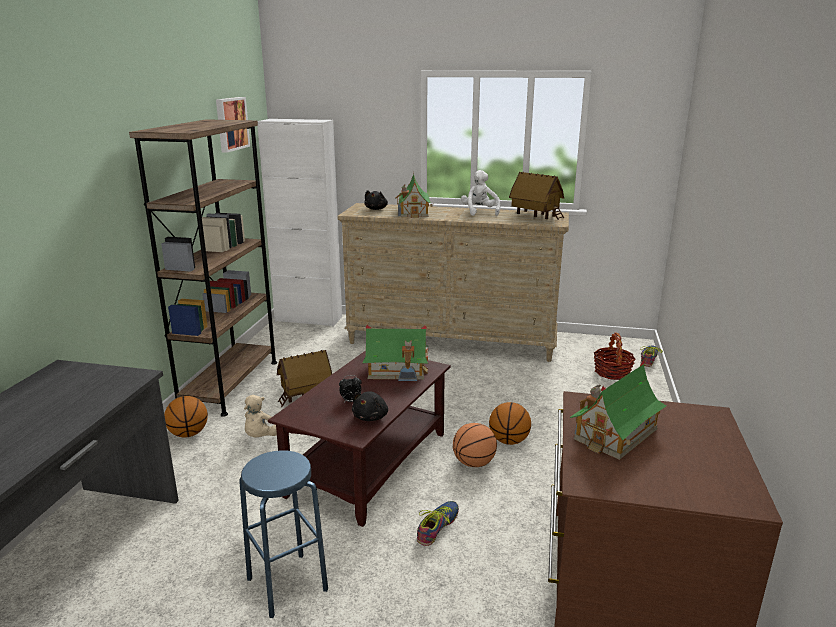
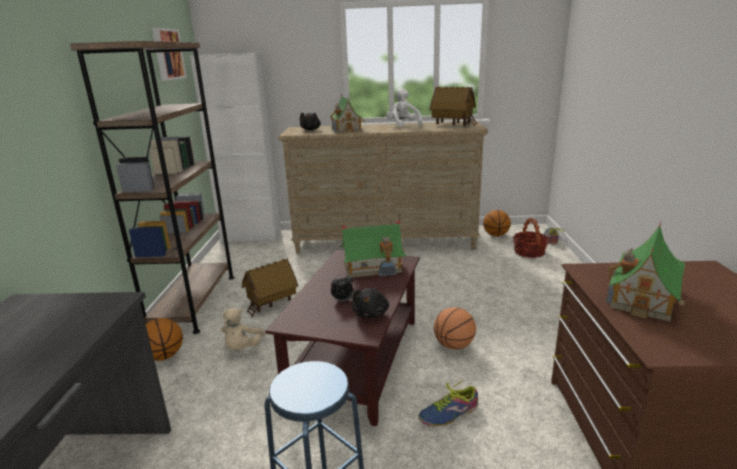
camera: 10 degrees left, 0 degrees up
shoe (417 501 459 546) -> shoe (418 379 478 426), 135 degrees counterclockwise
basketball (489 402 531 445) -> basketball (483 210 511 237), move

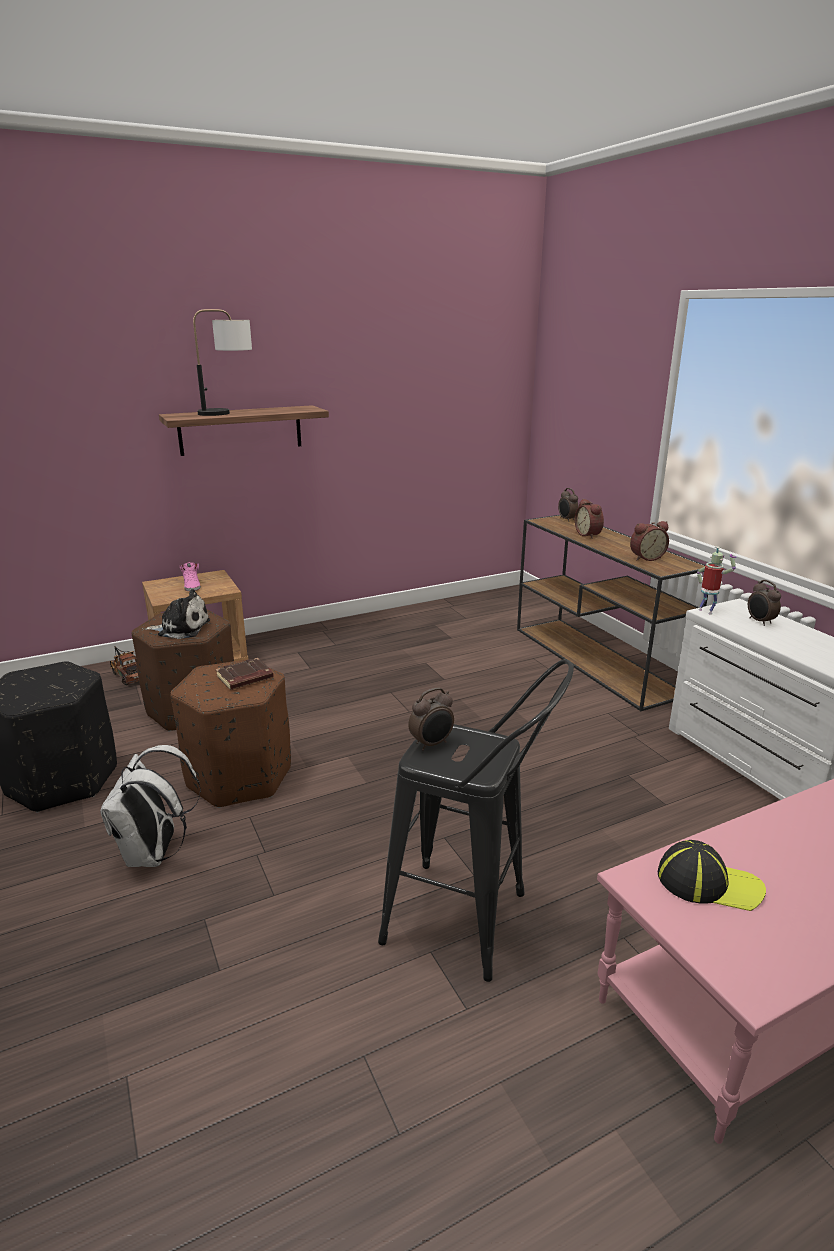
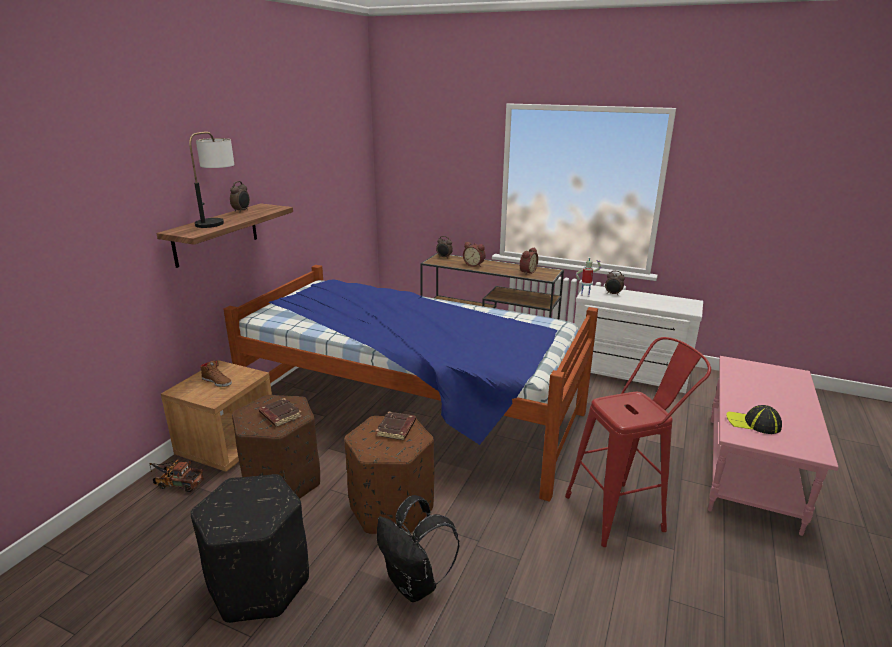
camera: 40 degrees left, 0 degrees up
backpack (white) (100 745 201 867) -> backpack (black) (377 495 459 602)
plush toy (145 589 210 639) -> book (brown) (259 398 302 427)
shoe (pink) (180 562 201 591) -> shoe (brown) (200 360 232 387)
stool (black) (378 659 574 982) -> stool (red) (565 337 711 547)
alarm clock (409 687 454 751) -> alarm clock (230 181 250 213), move
cap (658 840 766 911) -> cap (726 405 782 434), 135 degrees counterclockwise
none -> bed (223 265 598 502)

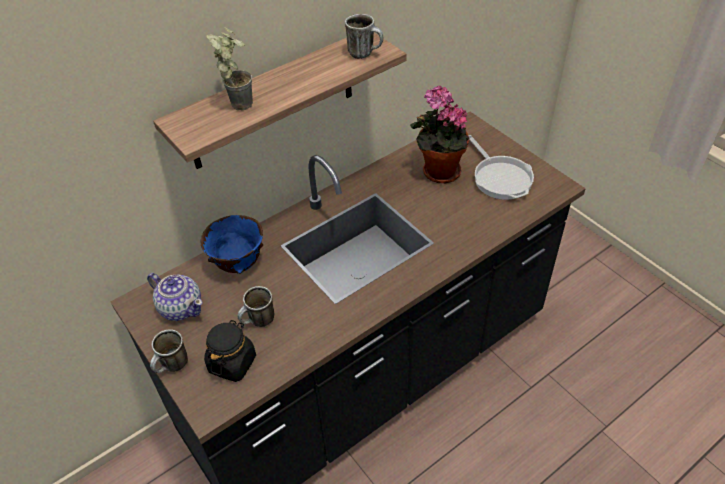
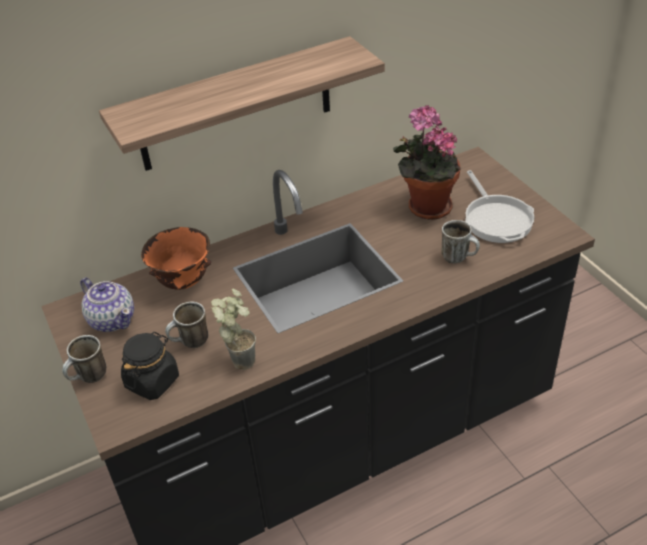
camera: 10 degrees right, 5 degrees down
bowl (blue) (201 215 263 274) -> bowl (orange) (141 227 211 290)
potted plant (206 27 253 110) -> potted plant (211 289 256 370), move
mug (345 14 383 59) -> mug (442 220 480 263), move

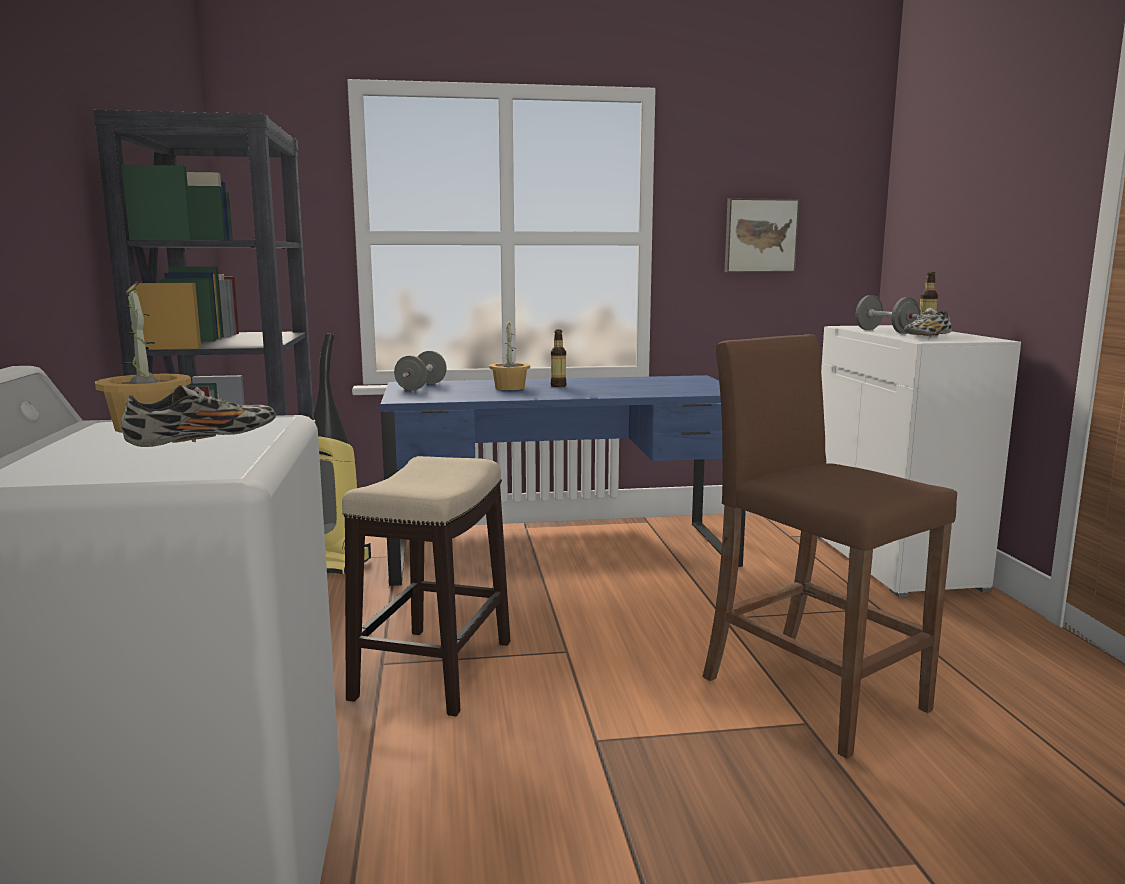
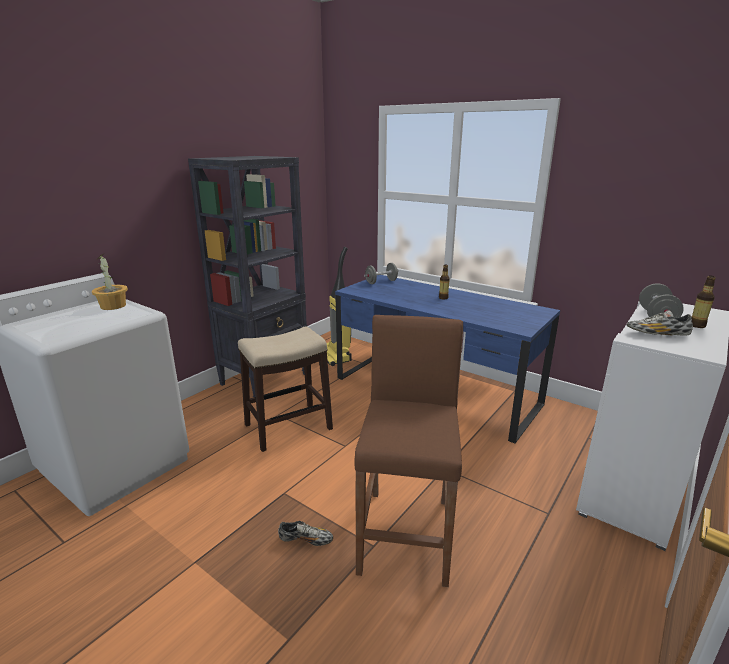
camera: 45 degrees right, 10 degrees up
shoe (121 385 276 447) -> shoe (278 521 333 546), move
potted plant (489 319 530 390) -> none
picture (725 198 800 273) -> none

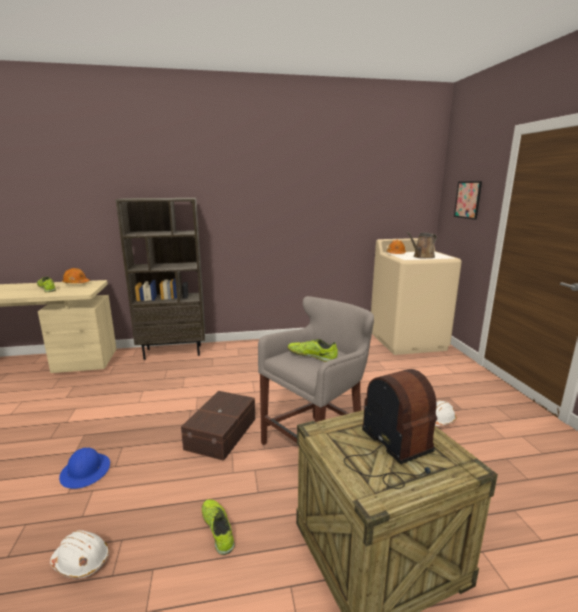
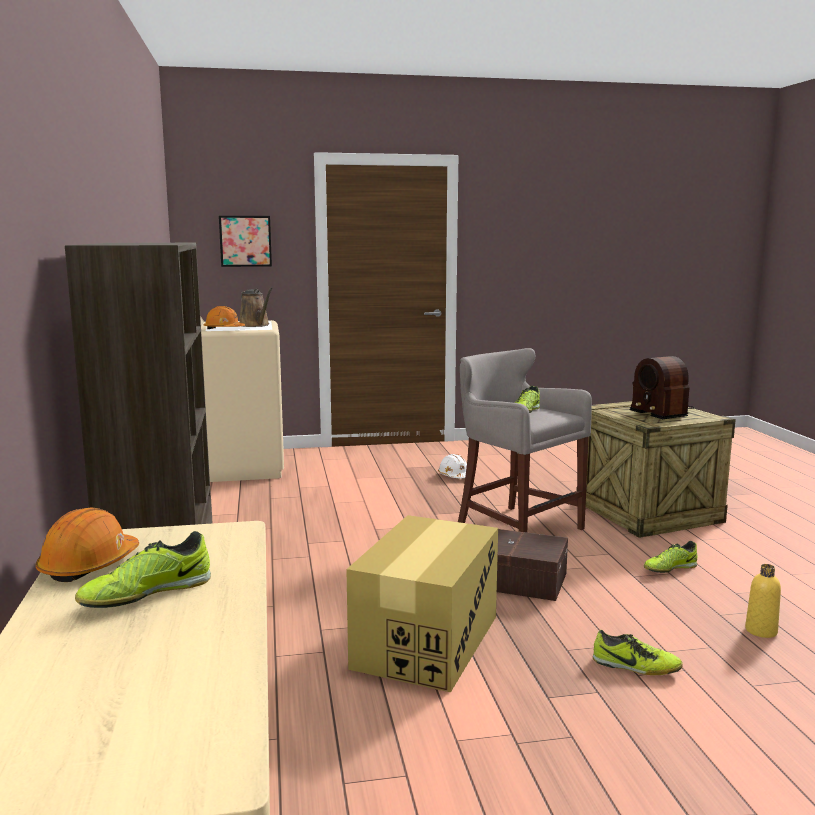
camera: 90 degrees left, 5 degrees down
hard hat (white) (50 530 109 579) -> bottle (yellow) (745 564 781 638)
hard hat (blue) (59 447 110 489) -> shoe (593 630 683 675)
radio (344 369 437 489) -> radio (630 356 695 419), 90 degrees counterclockwise
none -> cardboard box (346 515 498 692)

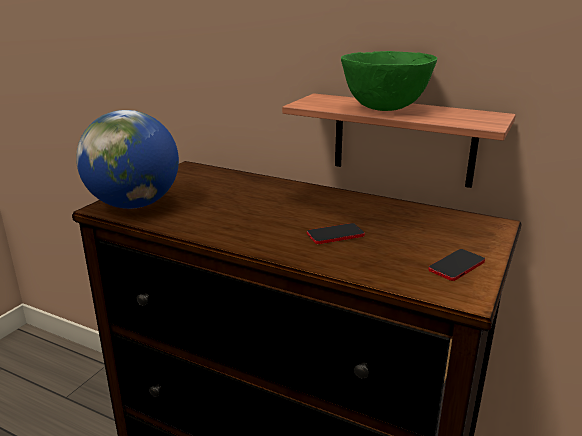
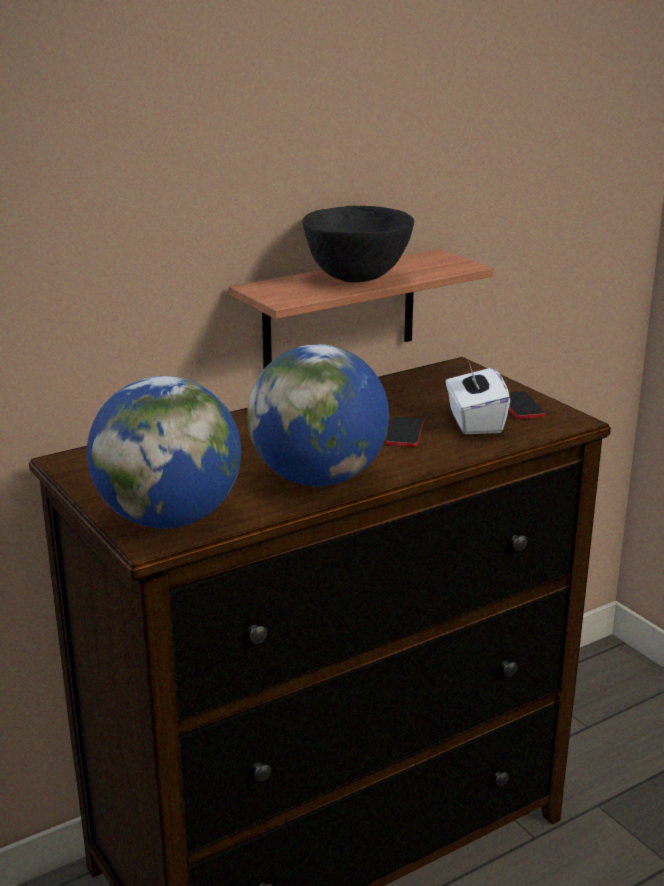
camera: 60 degrees left, 0 degrees up
bowl (green) (341 51 437 111) -> bowl (black) (302 206 414 283)
none -> globe (247 344 389 486)
none -> tissue box (white) (446 358 510 434)

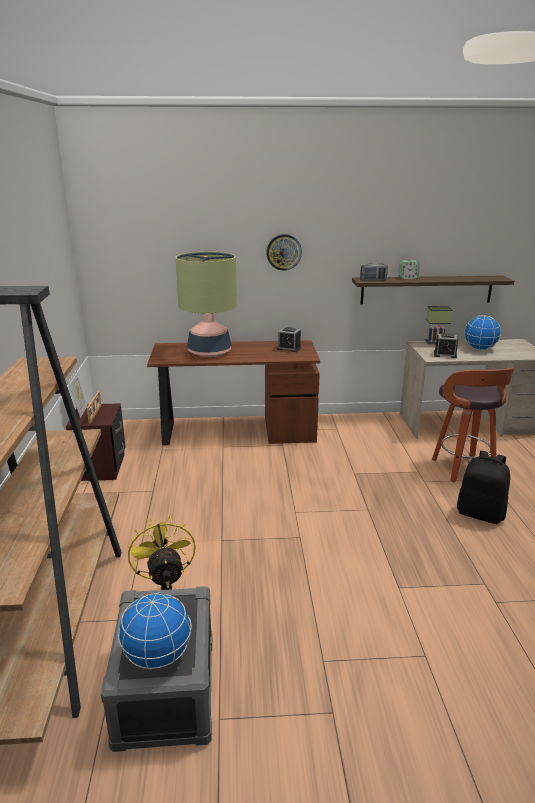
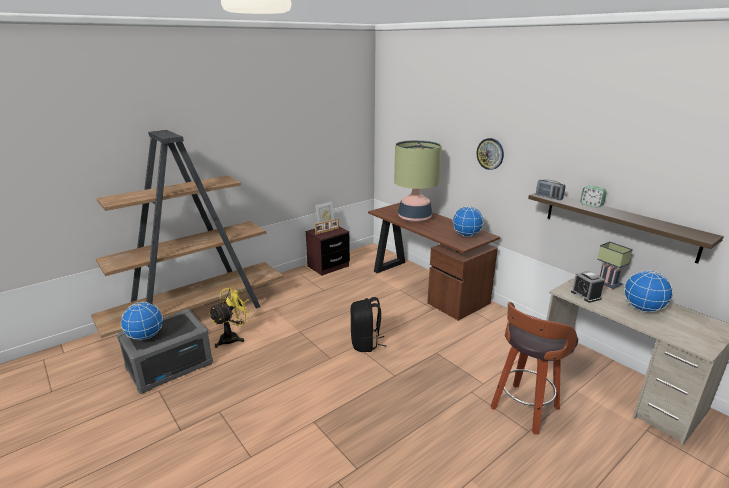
camera: 55 degrees right, 0 degrees up
alarm clock (277 327 301 352) -> globe (452 206 484 237)
backpack (black) (457 451 510 524) -> backpack (black) (351 297 387 352), move

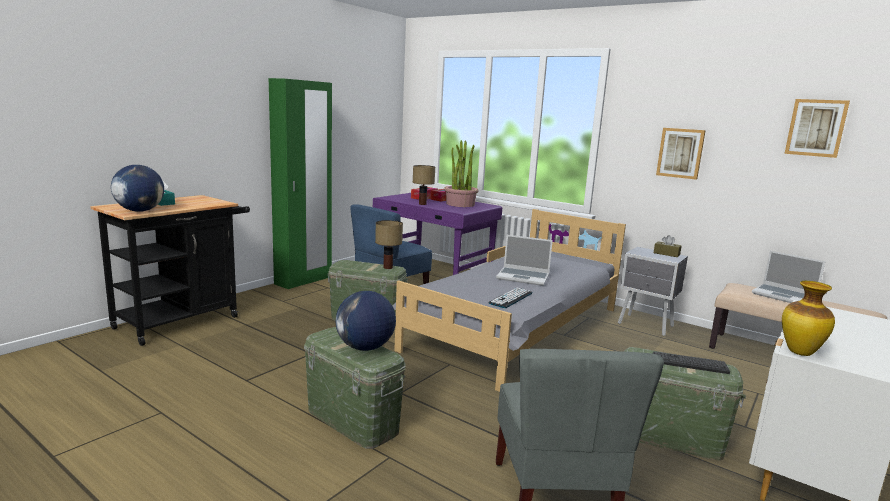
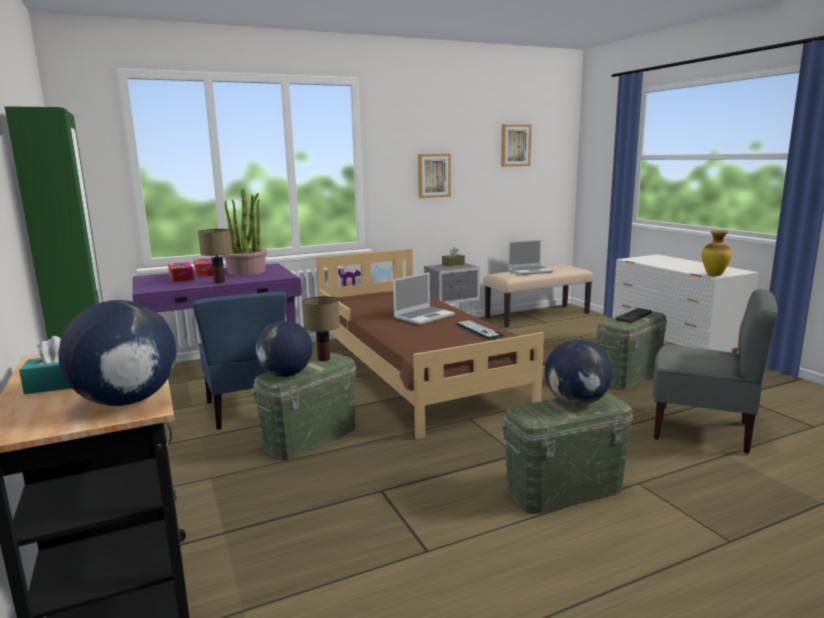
camera: 60 degrees left, 0 degrees up
bed (grey) (392 209 626 392) -> bed (brown) (316 248 547 439)
none -> globe (255 320 313 377)

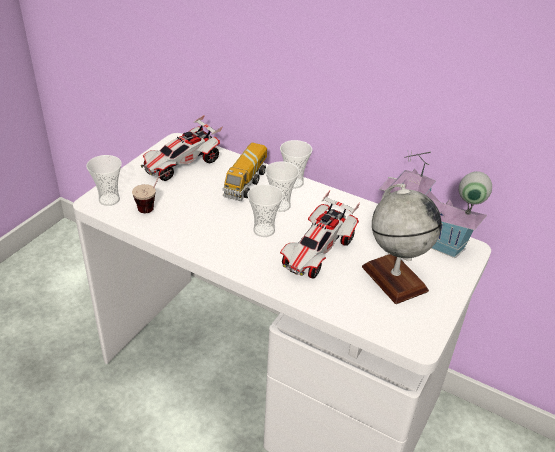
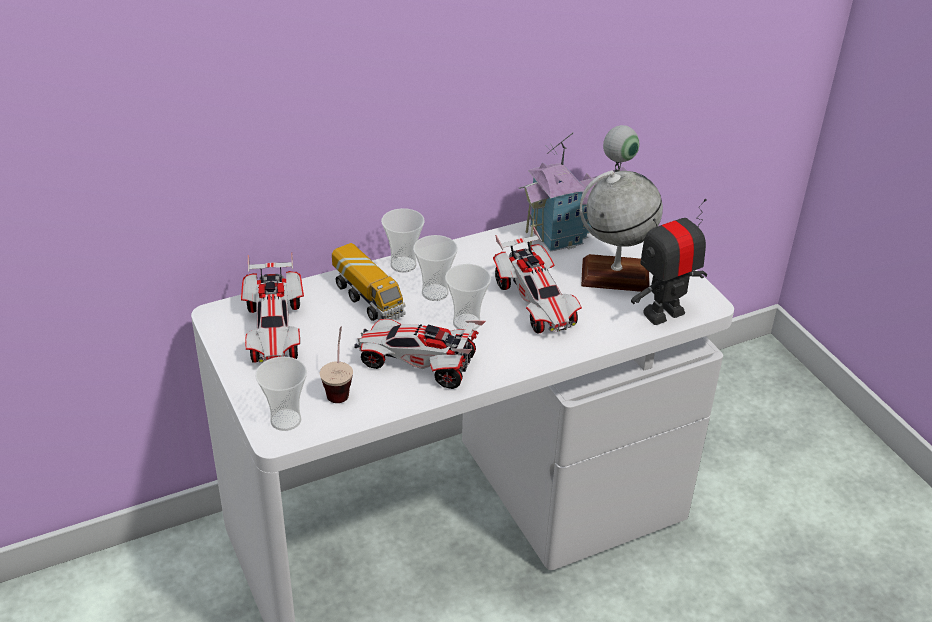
camera: 55 degrees left, 0 degrees up
none -> toy car (354 319 486 389)
none -> toy robot (631 199 707 325)

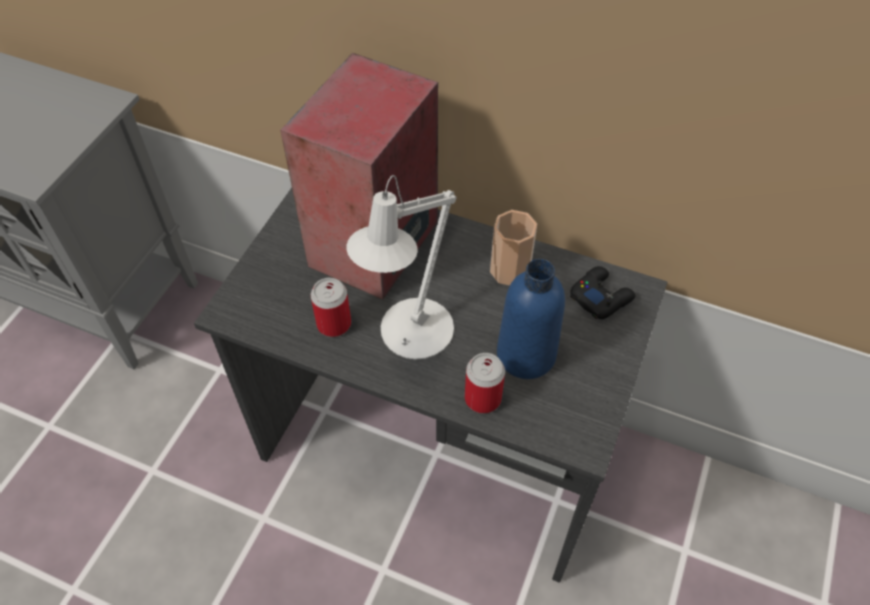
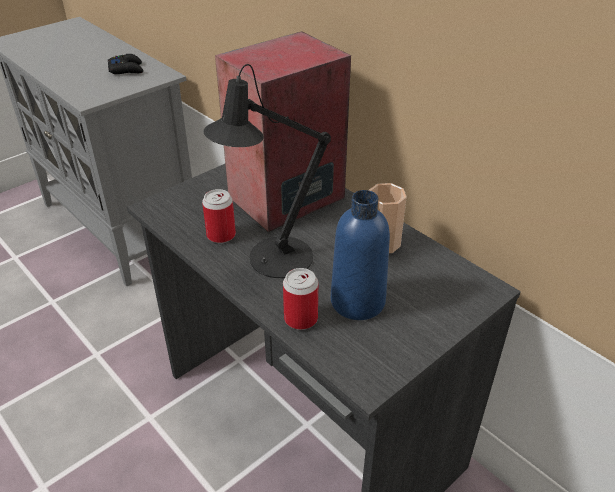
camera: 25 degrees right, 15 degrees down
table lamp (white) (346 175 457 360) -> table lamp (black) (203 64 331 278)
game controller (black) (570 266 636 319) -> game controller (black) (108 54 143 74), move

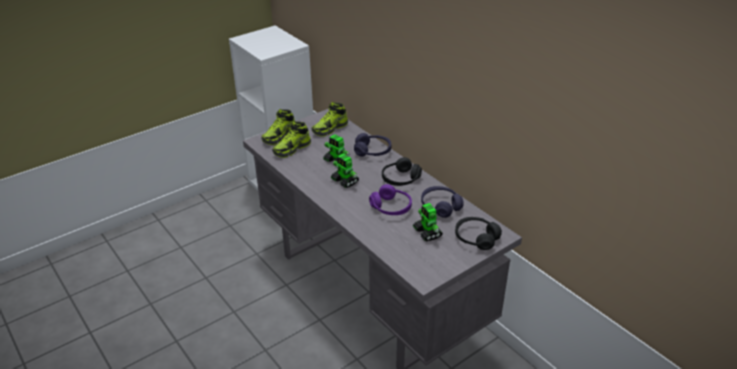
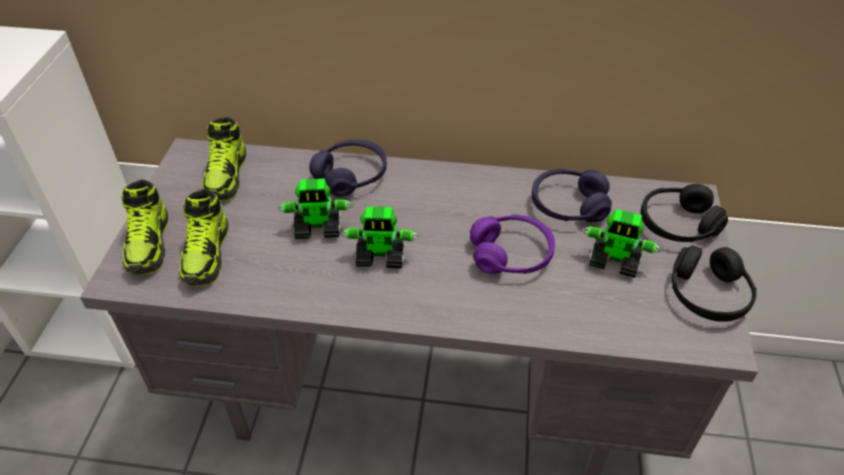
camera: 45 degrees left, 10 degrees up
headphones (black) (382 157 422 186) -> headphones (black) (672 245 757 322), move

